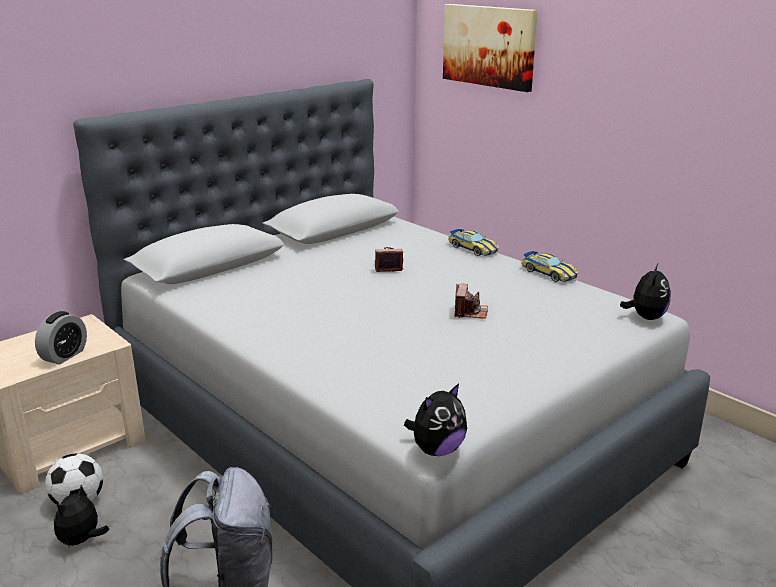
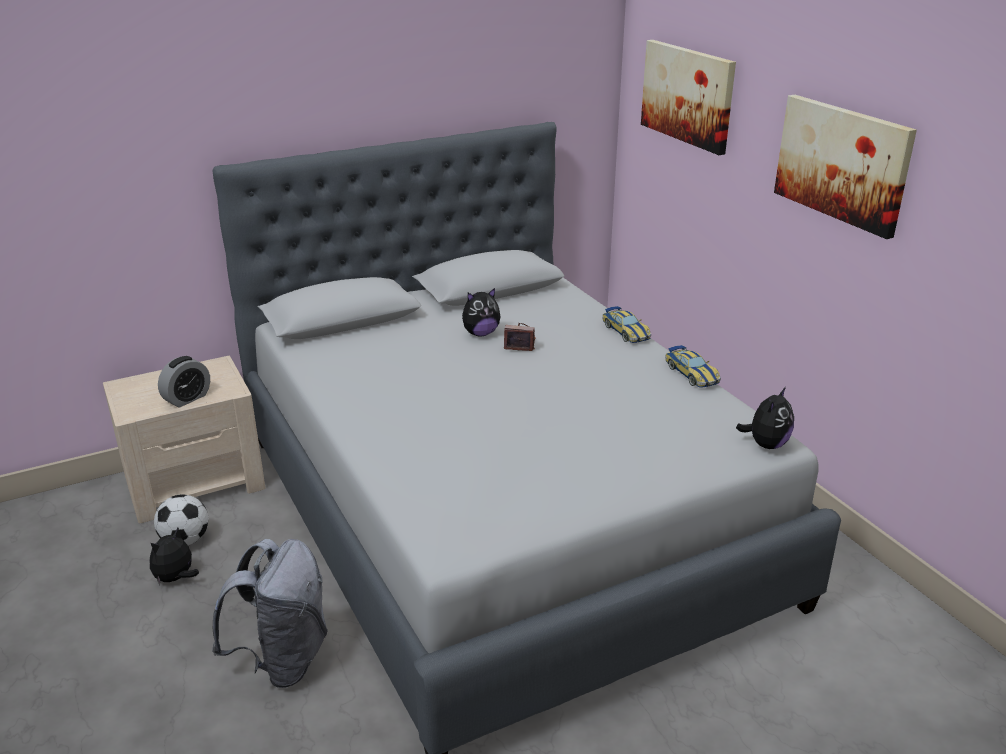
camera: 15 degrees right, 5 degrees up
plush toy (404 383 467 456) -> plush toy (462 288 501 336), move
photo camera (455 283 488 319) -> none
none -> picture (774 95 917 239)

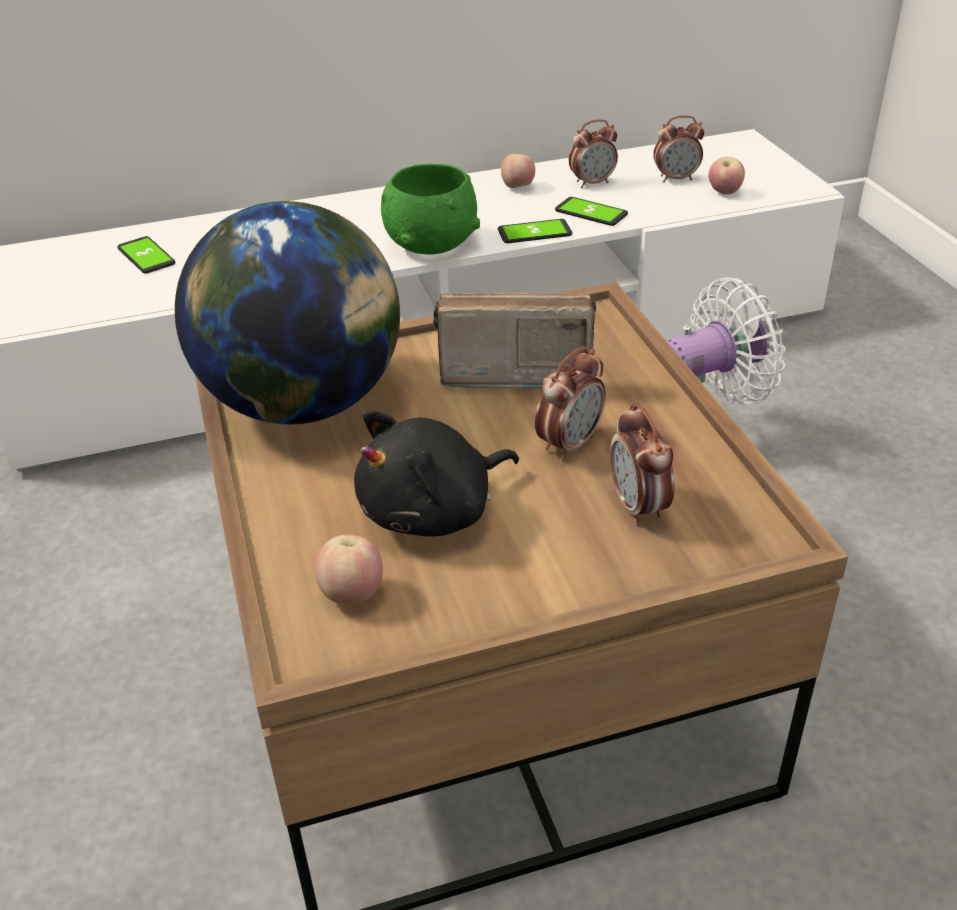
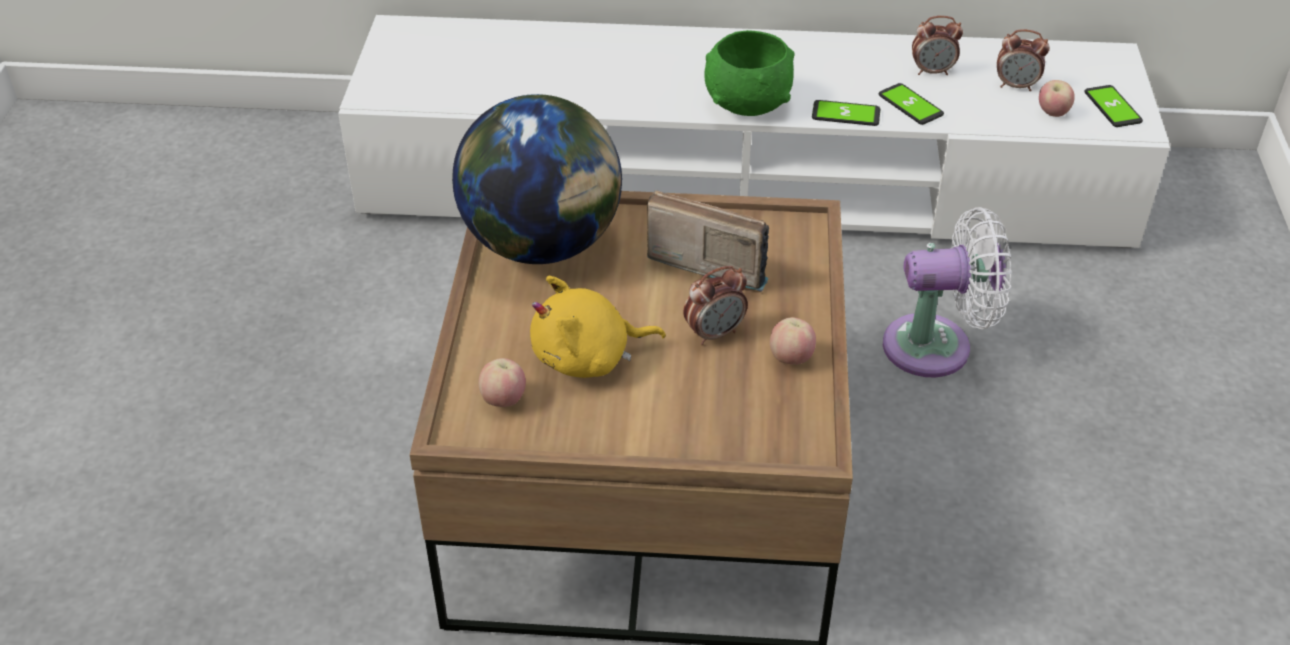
camera: 20 degrees right, 5 degrees up
phone (117 236 175 274) -> phone (1084 85 1143 127), move
plush toy (black) (354 410 519 536) -> plush toy (yellow) (530 276 666 378)
apple (501 154 535 188) -> apple (770 317 816 365), move
alarm clock (609 403 675 526) -> none

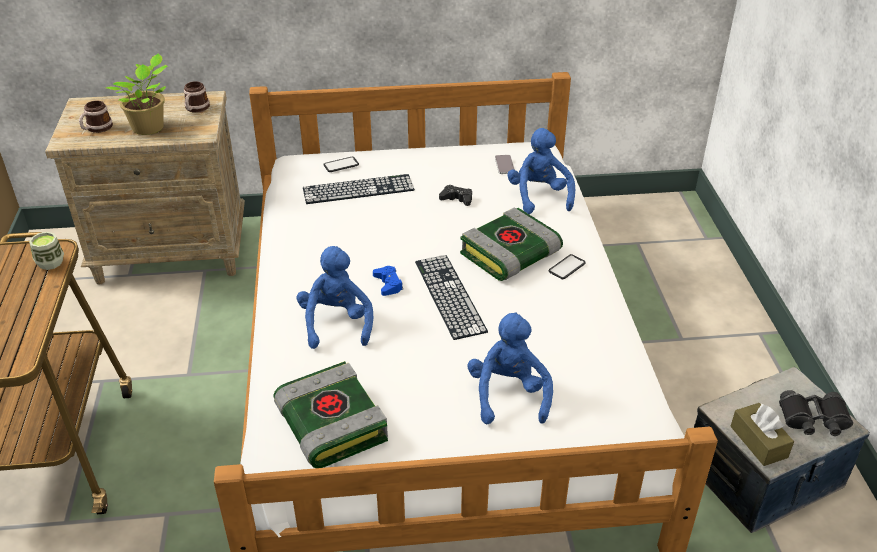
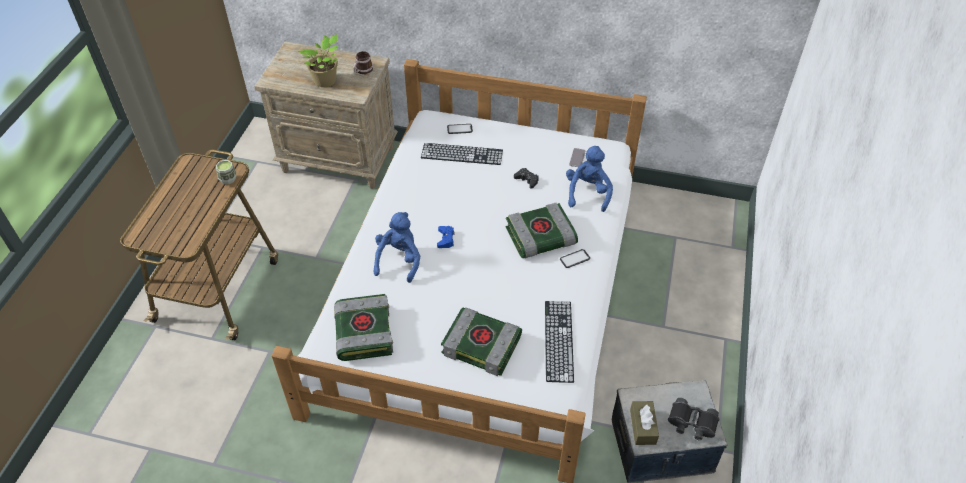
camera: 20 degrees right, 10 degrees up
mug (79 100 113 133) -> none
keyboard (415 255 488 340) -> keyboard (545 301 574 383), move
plush toy (blue) (467 312 553 424) -> book (441 307 522 376)

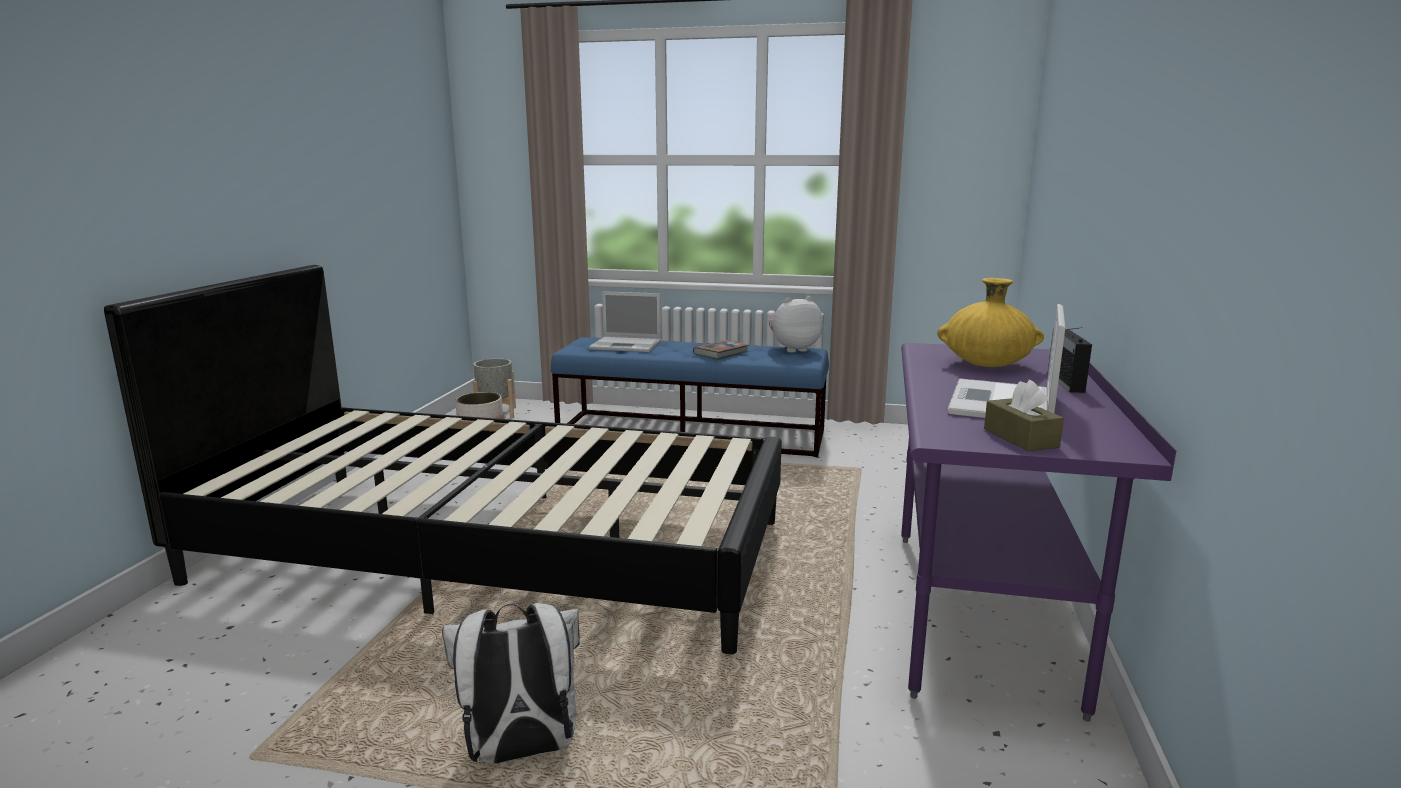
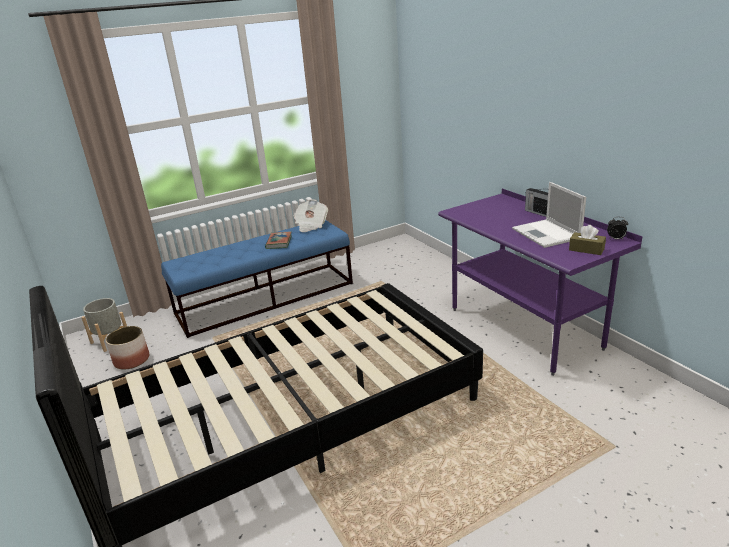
camera: 40 degrees left, 10 degrees up
backpack (white) (442 603 580 764) -> none
laptop (589 291 661 352) -> none
plush toy (769 296 823 353) -> newspaper (294 199 328 232)
vase (yellow) (937 278 1044 367) -> none
none -> alarm clock (607 217 628 239)

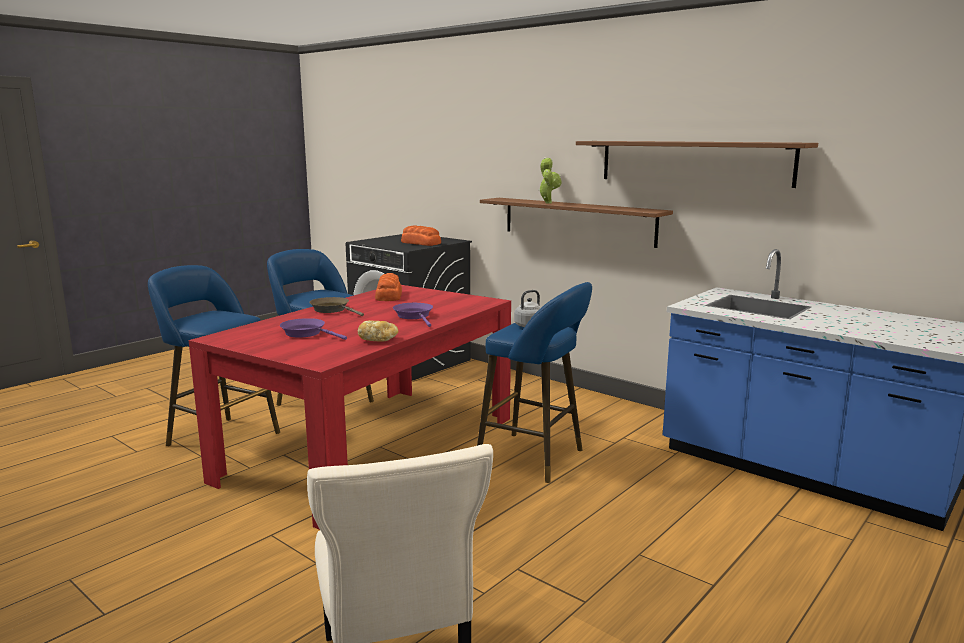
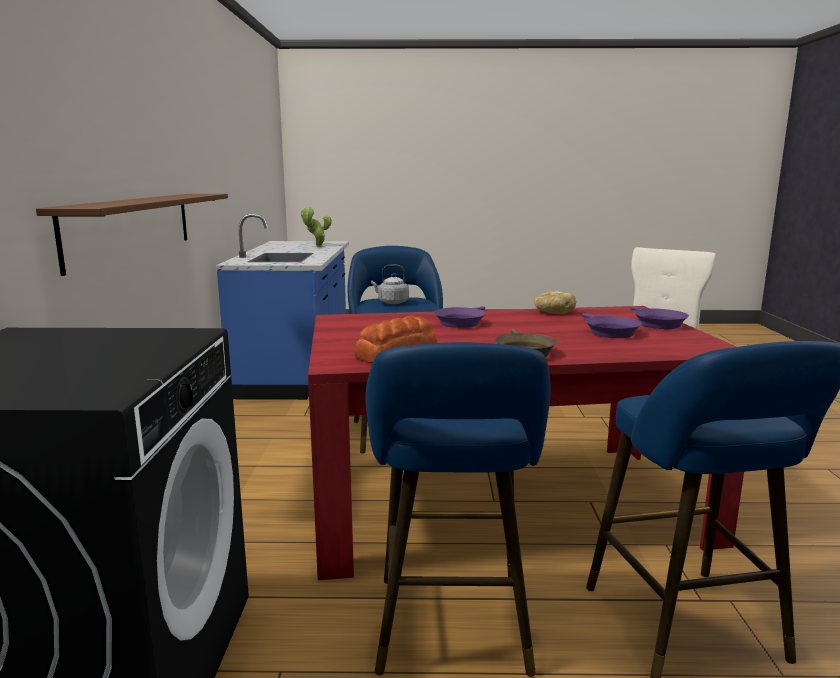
camera: 130 degrees left, 0 degrees up
bread (401 225 441 246) -> none
potted plant (538 157 562 204) -> potted plant (301 207 332 247), move
shelf (brown) (576 141 818 188) -> none
none -> frying pan (purple) (631 306 689 329)

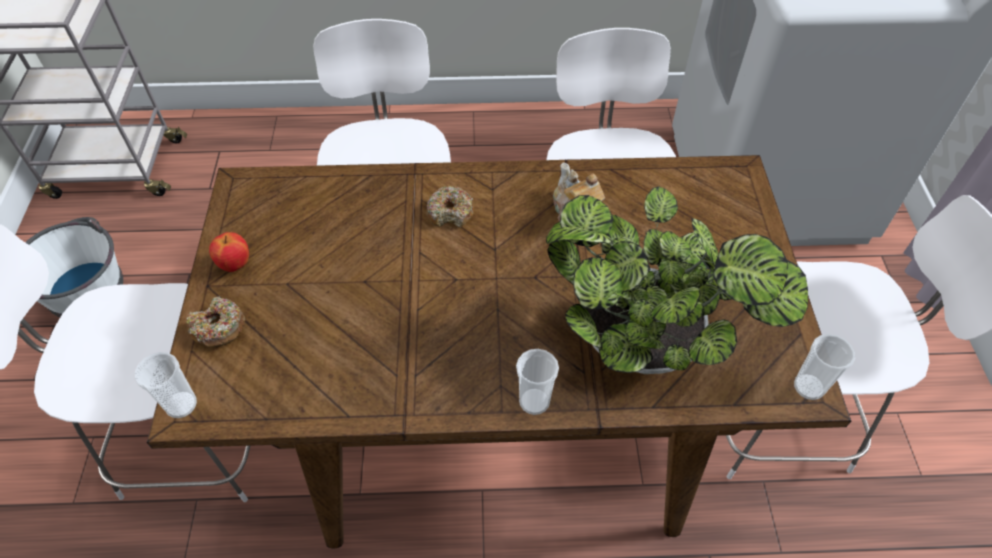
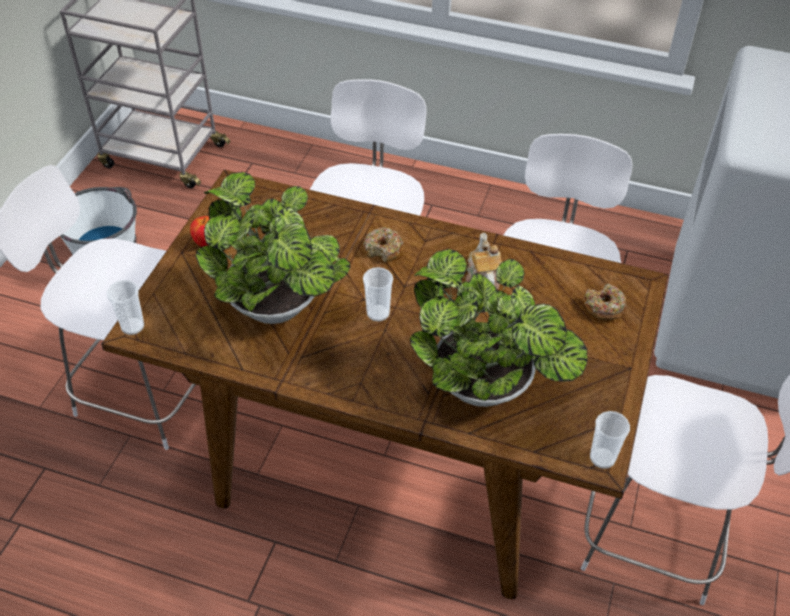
camera: 20 degrees right, 5 degrees down
donut (187 297 245 347) -> donut (584 284 627 320), move
cup (516 349 559 415) -> cup (363 267 393 322), move
none -> potted plant (196 172 350 324)

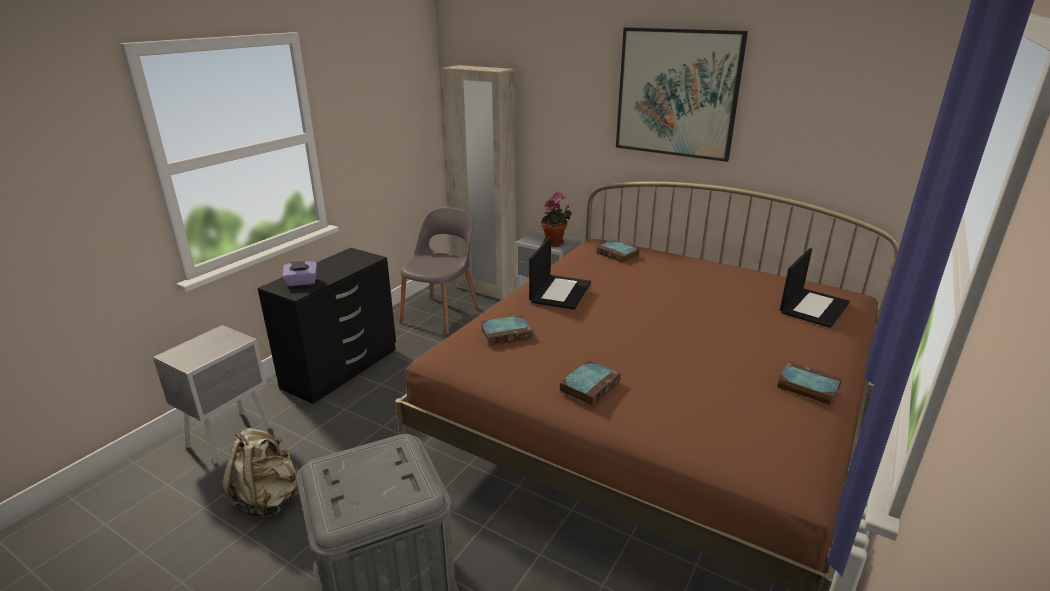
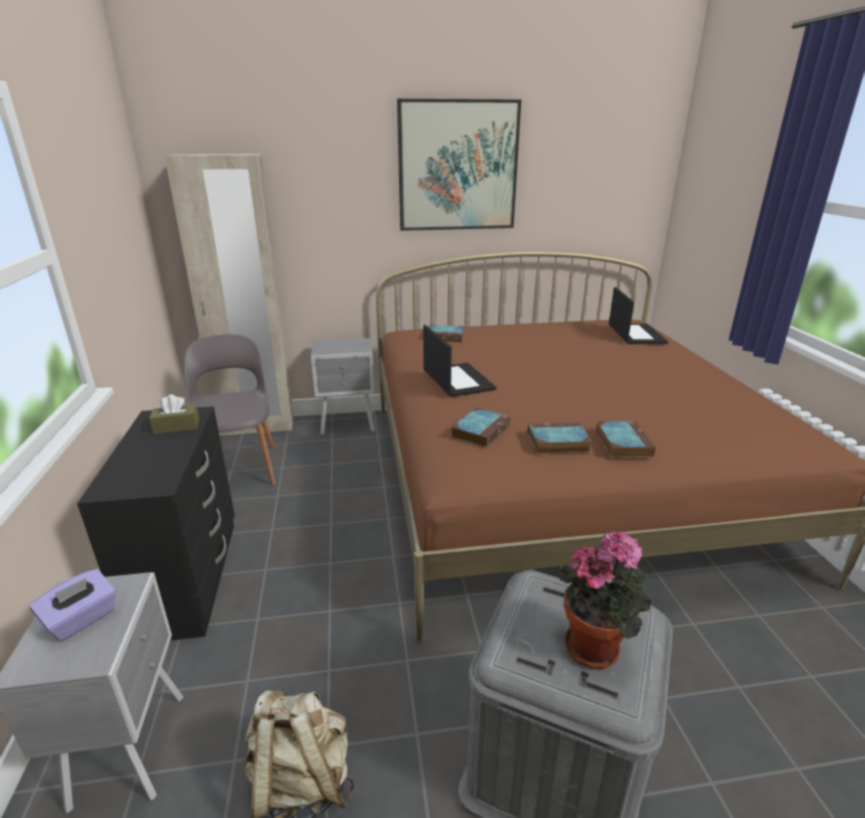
camera: 40 degrees left, 0 degrees up
tissue box (purple) (282 261 317 286) -> tissue box (purple) (29 569 116 641), move
potted plant (541 192 572 247) -> potted plant (558 531 651 669), move
book (776 361 842 406) -> book (527 422 591 453), move
none -> tissue box (brown) (149 394 199 434)

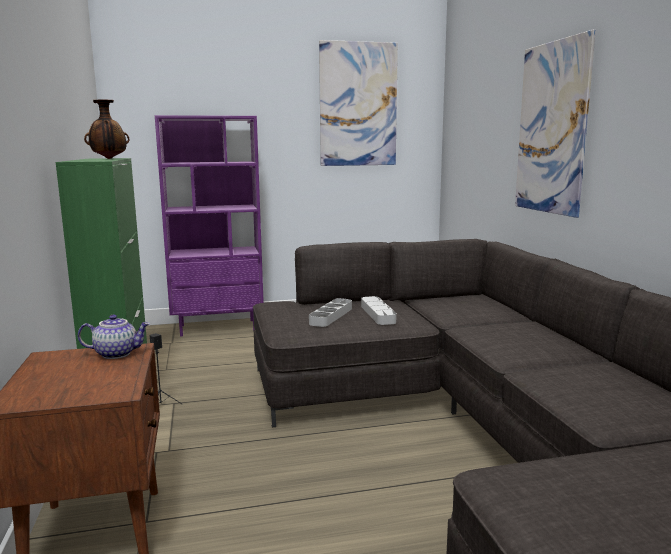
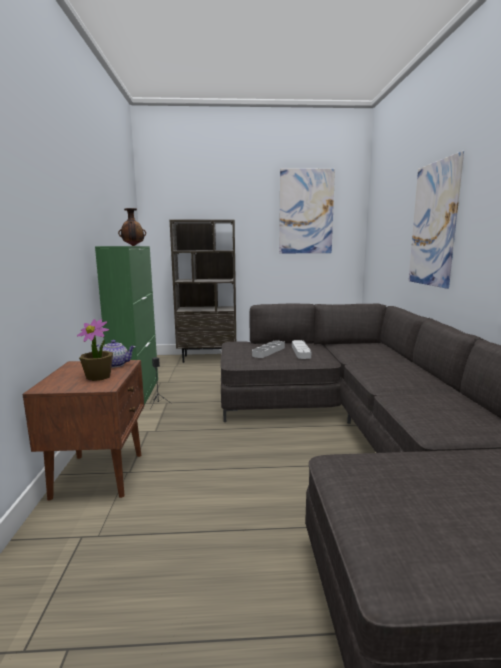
camera: 10 degrees right, 0 degrees up
bookcase (purple) (155 115 264 337) -> bookcase (brown) (169 219 236 363)
none -> potted plant (77 319 113 381)

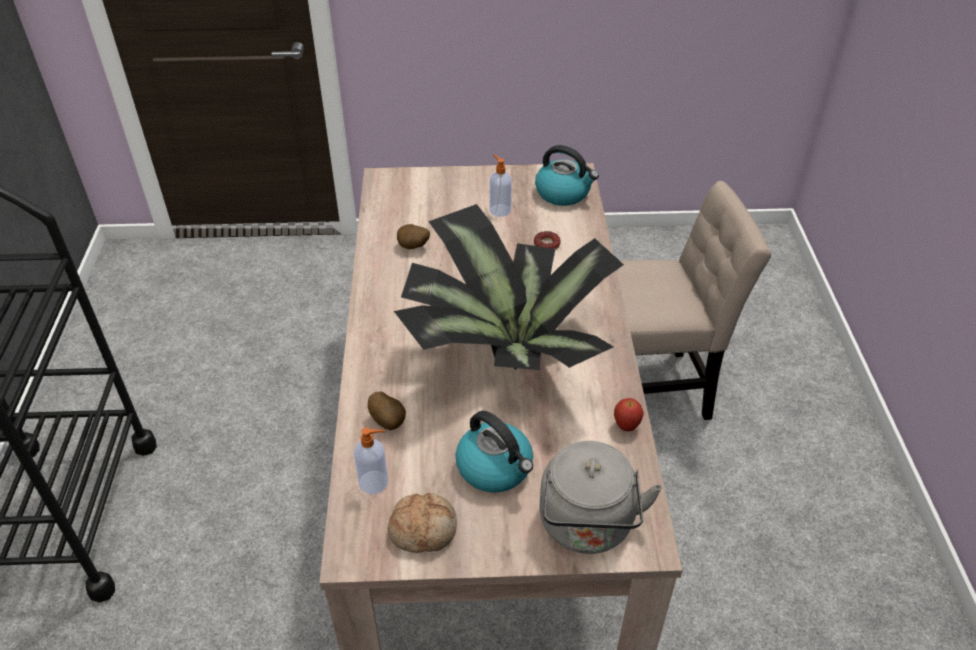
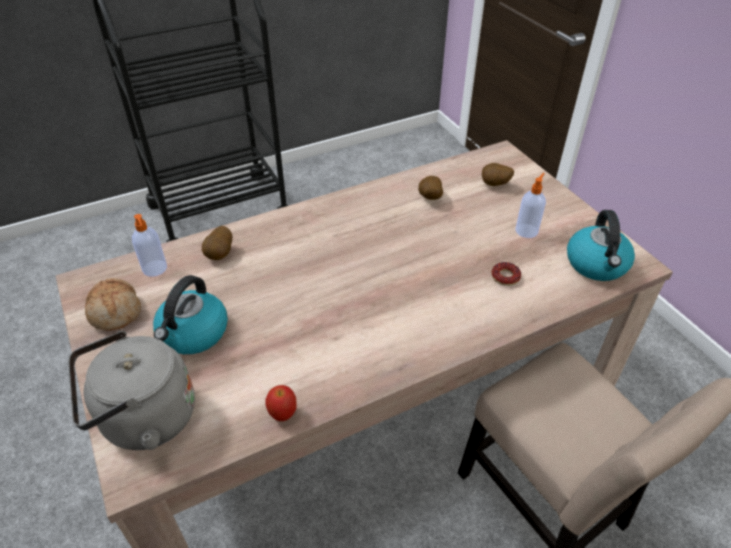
camera: 65 degrees right, 0 degrees up
potted plant (394 204 624 370) -> none
none -> potato (482 163 514 186)

